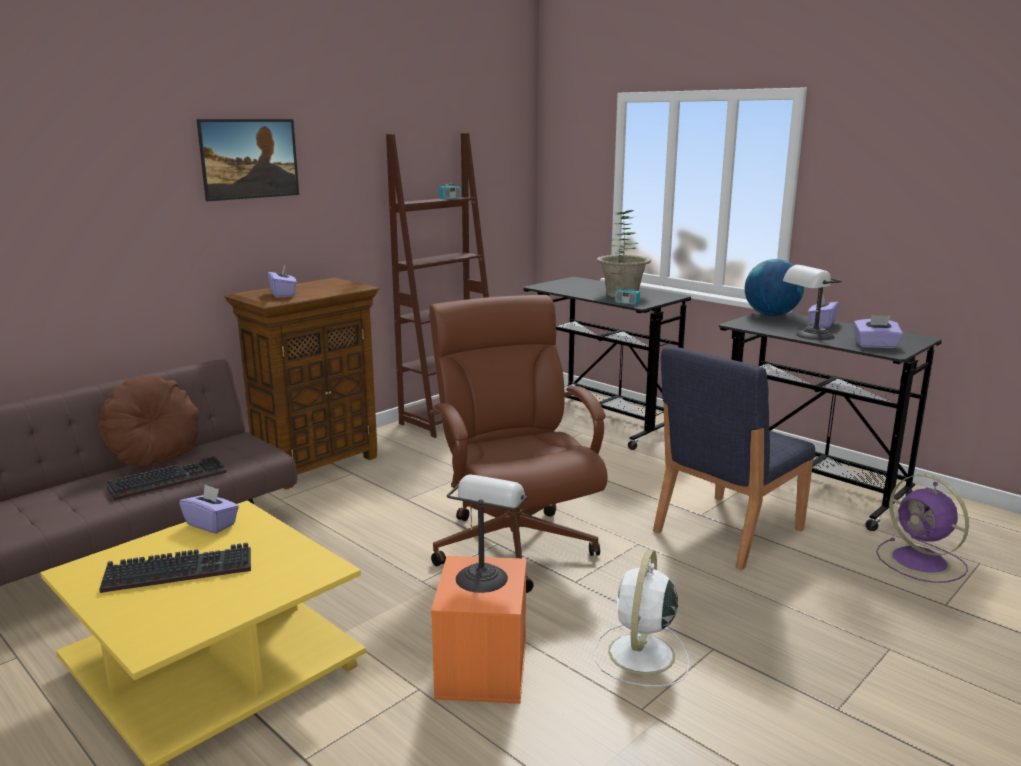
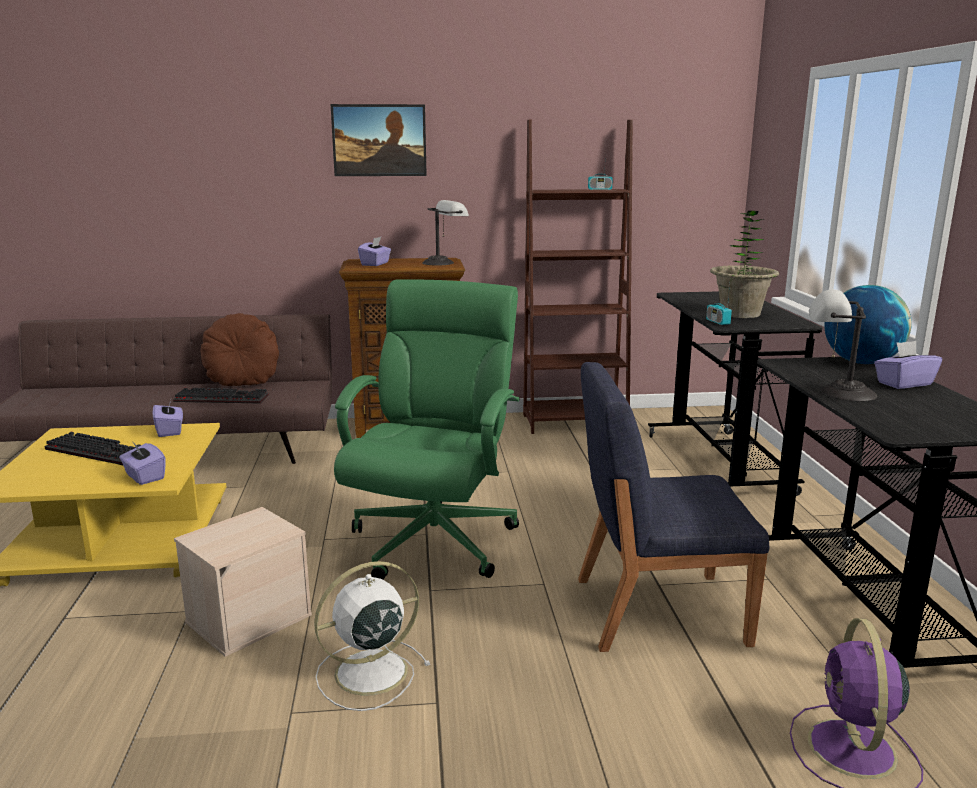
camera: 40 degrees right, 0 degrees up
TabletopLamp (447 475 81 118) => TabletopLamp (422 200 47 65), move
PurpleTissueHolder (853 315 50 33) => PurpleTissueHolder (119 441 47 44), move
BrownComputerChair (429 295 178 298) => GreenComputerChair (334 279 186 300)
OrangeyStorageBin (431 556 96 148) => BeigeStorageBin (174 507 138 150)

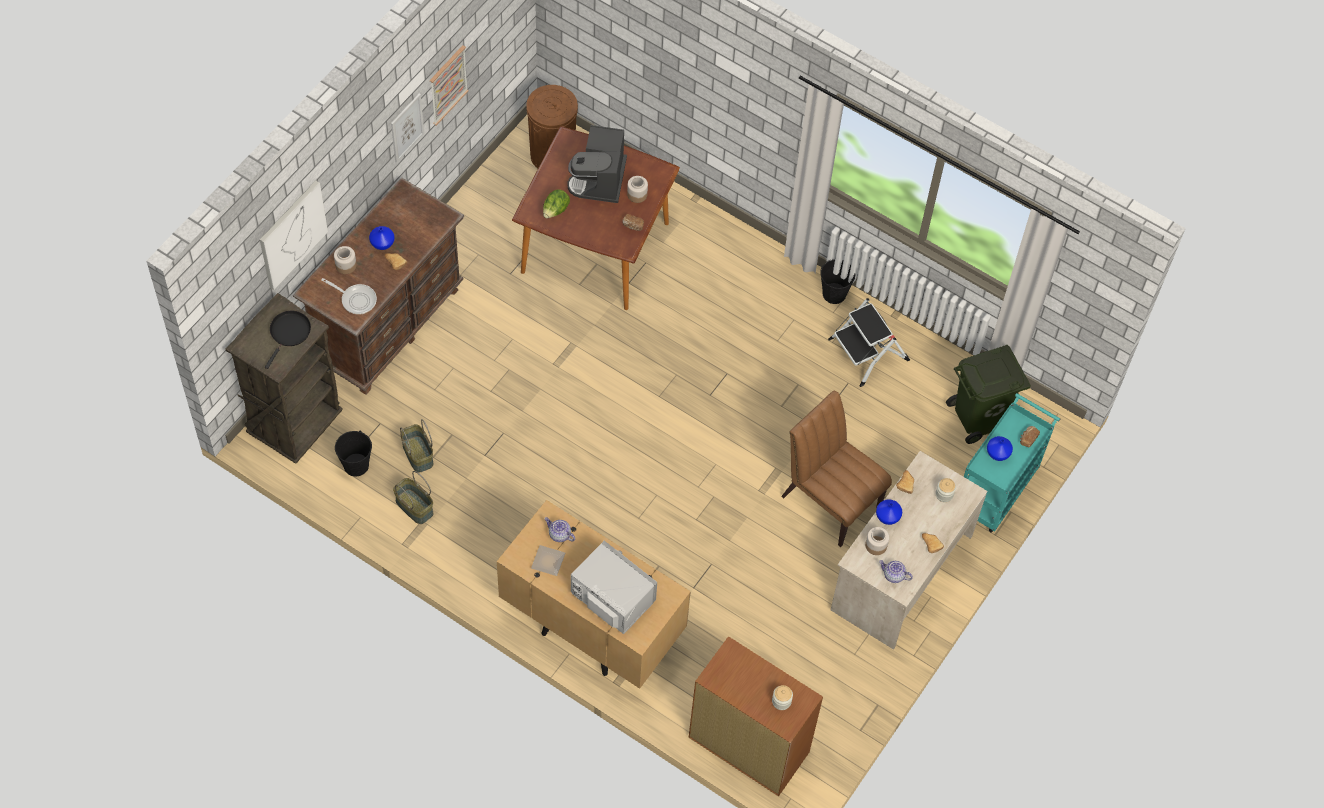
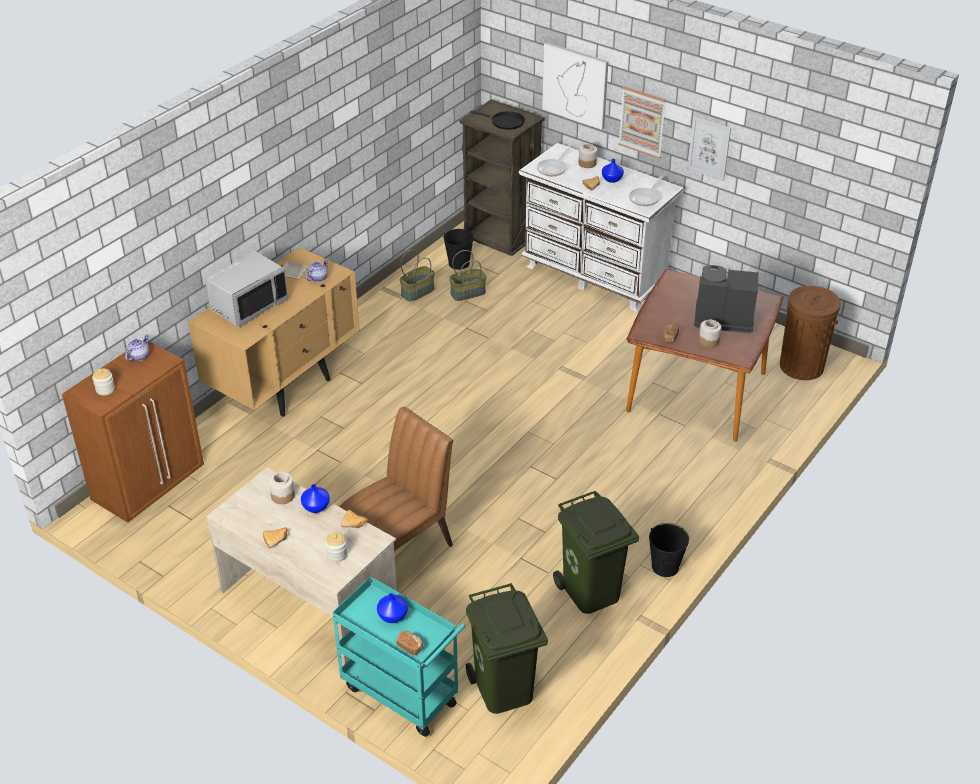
camera: 95 degrees right, 20 degrees down
LettuceHead (543 189 27 29) => nothing
nothing => FryingPan (629 176 34 30)
Picture (430 45 38 81) => Picture (618 86 48 73), move
PotForTea (879 560 34 23) => PotForTea (125 334 24 27), move
Stepladder (828 298 82 89) => GreenRubbishBin (553 491 86 123)
BrownChestOfDrawers (293 177 171 218) => WhiteColouredChestOfDrawers (519 143 166 170)

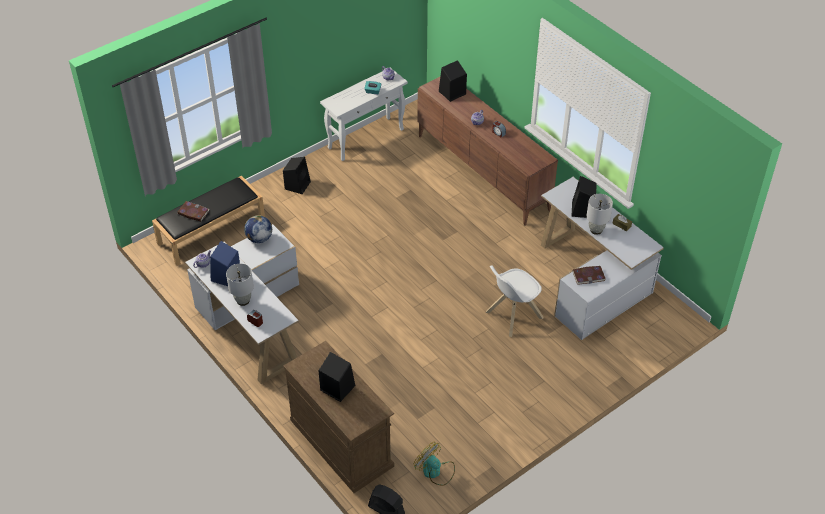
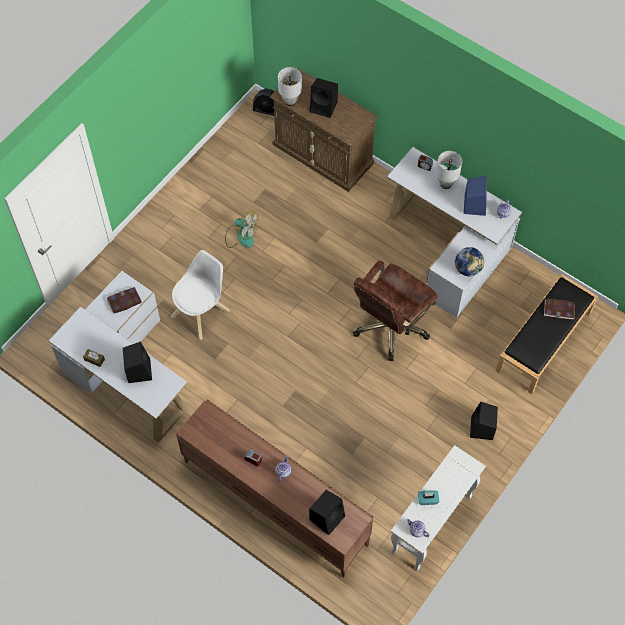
camera: 165 degrees right, 15 degrees up
nothing => BrownComputerChair (353 261 85 100)
CoolingFan (414 442 41 44) => CoolingFan (225 210 34 38), move
WhiteColouredTabletopLamp (587 194 26 41) => WhiteColouredTabletopLamp (278 67 24 39), move

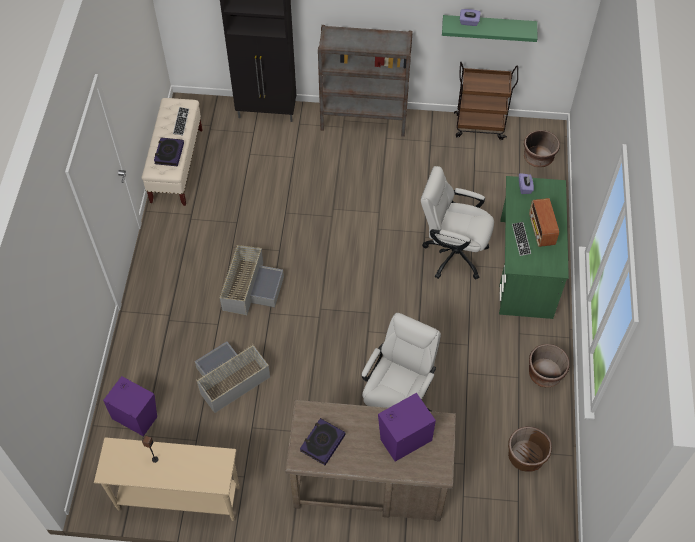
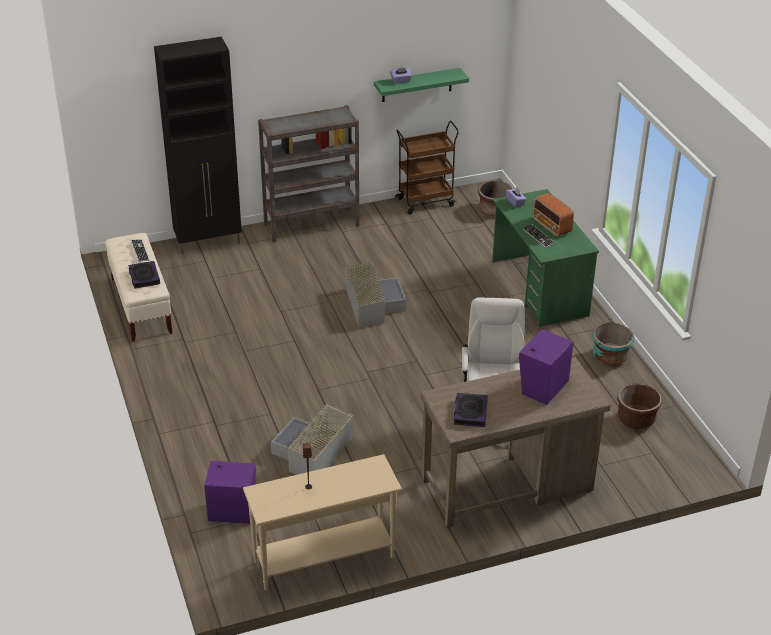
camera: 25 degrees left, 20 degrees down
WhiteColouredComputerChair (421 166 73 114) => nothing
GreyishStorageBin (219 245 65 70) => GreyishStorageBin (345 262 61 65), move
BrownPlanter (529 344 41 44) => TurquoisePlanter (592 323 42 42)

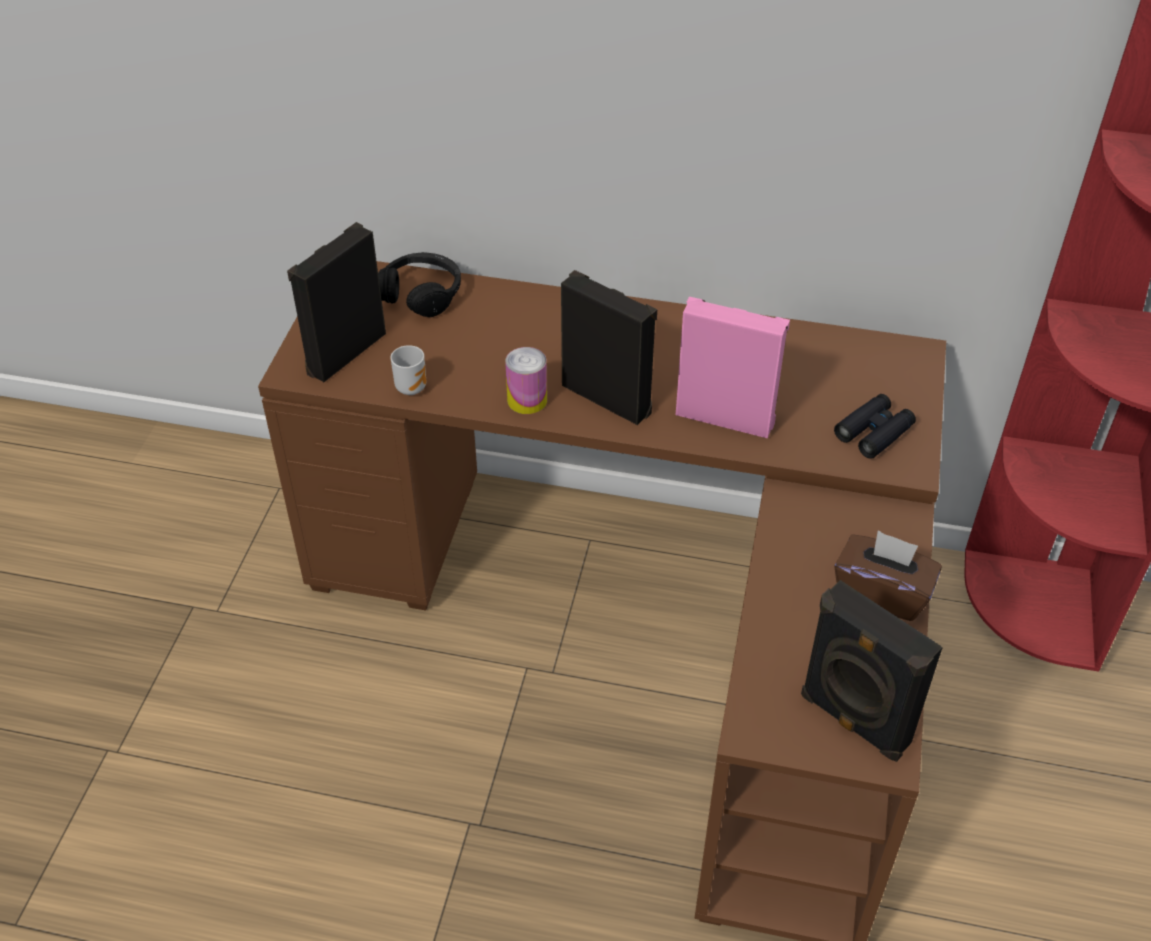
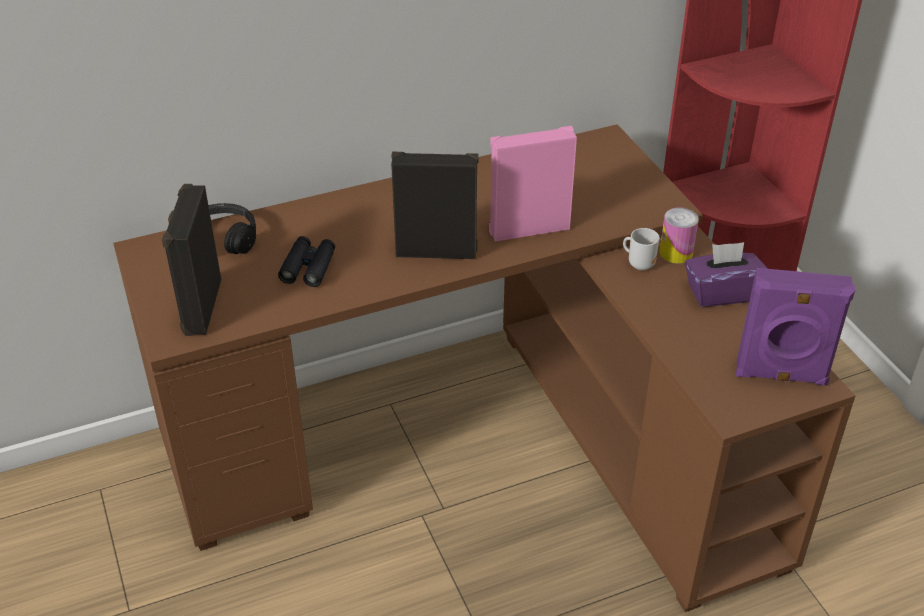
camera: 35 degrees left, 5 degrees down
TeaMug (390 345 36 50) => TeaMug (623 228 37 43), move
MetalCan (505 347 42 67) => MetalCan (659 208 40 56), move
BlackPairOfBinoculars (834 394 82 65) => BlackPairOfBinoculars (278 236 57 51), move
BlackSpeaker (801 580 142 182) => PurpleSpeaker (736 268 119 118)
BrownTissueHolder (834 530 108 91) => PurpleTissueHolder (685 242 83 65)

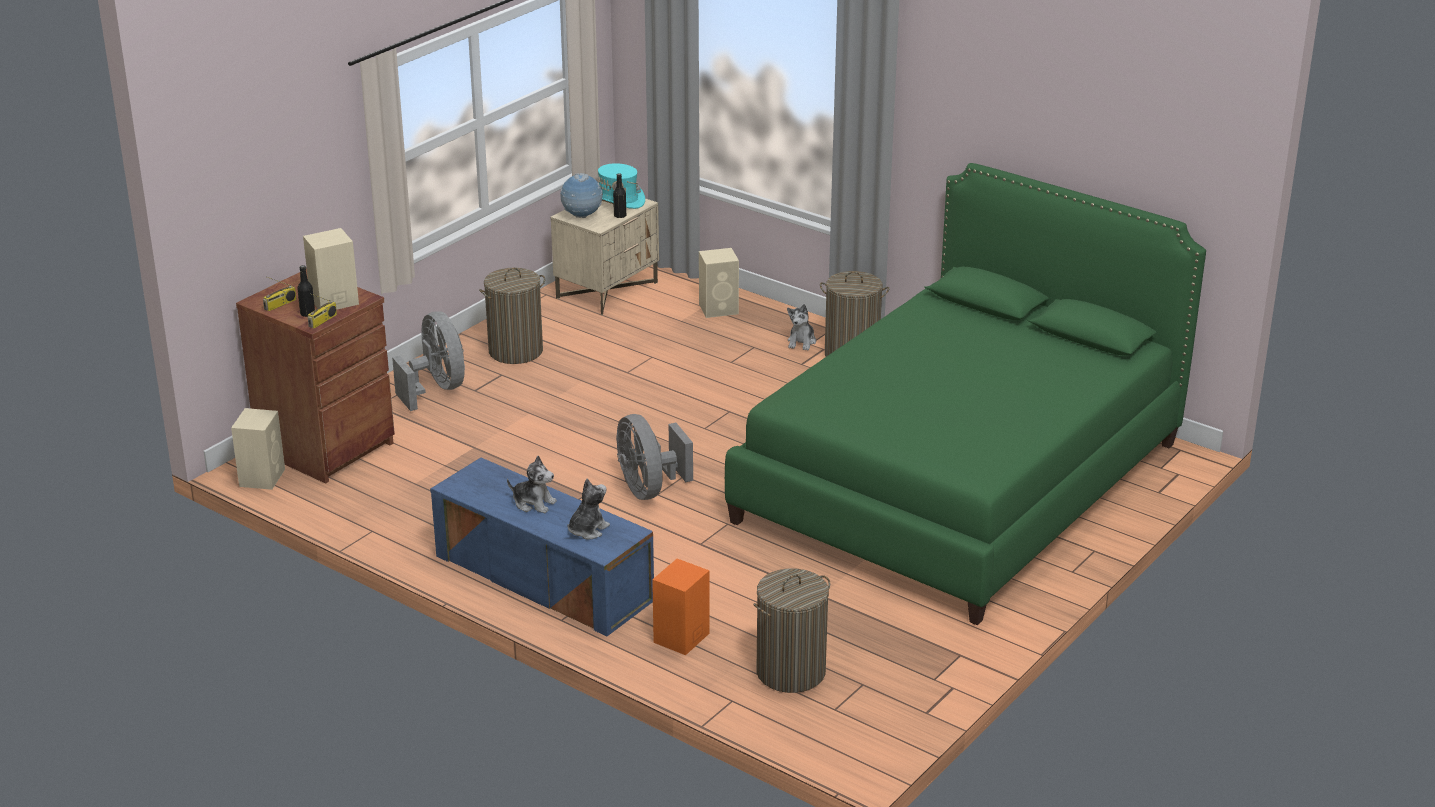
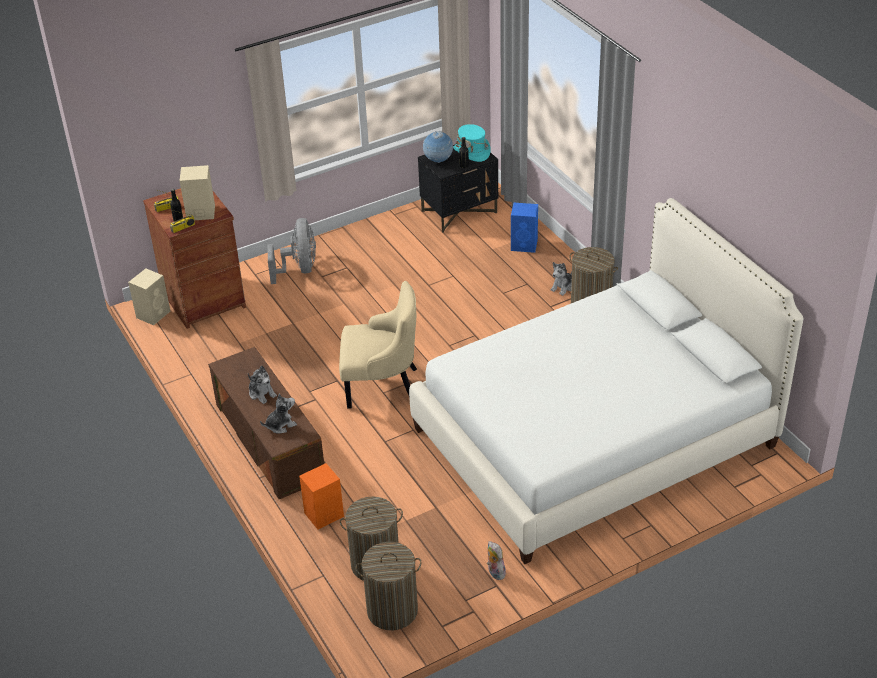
camera: 25 degrees right, 10 degrees up
nothing => CuddlyToy (487 541 19 39)
Hamper (479 268 66 96) => Hamper (355 542 66 88), move
GreyishCoolingFan (616 414 77 86) => BeigePlainChair (339 281 78 127)
BlueBench (430 458 224 178) => BrownBench (208 347 116 152)
BeigeBedsideTable (551 198 108 117) => BlackBedsideTable (418 144 80 88)
BeigeSpeaker (699 248 40 70) => BlueSpeaker (511 203 27 50)
GreenBedroomBed (725 163 481 462) => WhiteColouredBedroomBed (409 198 394 366)

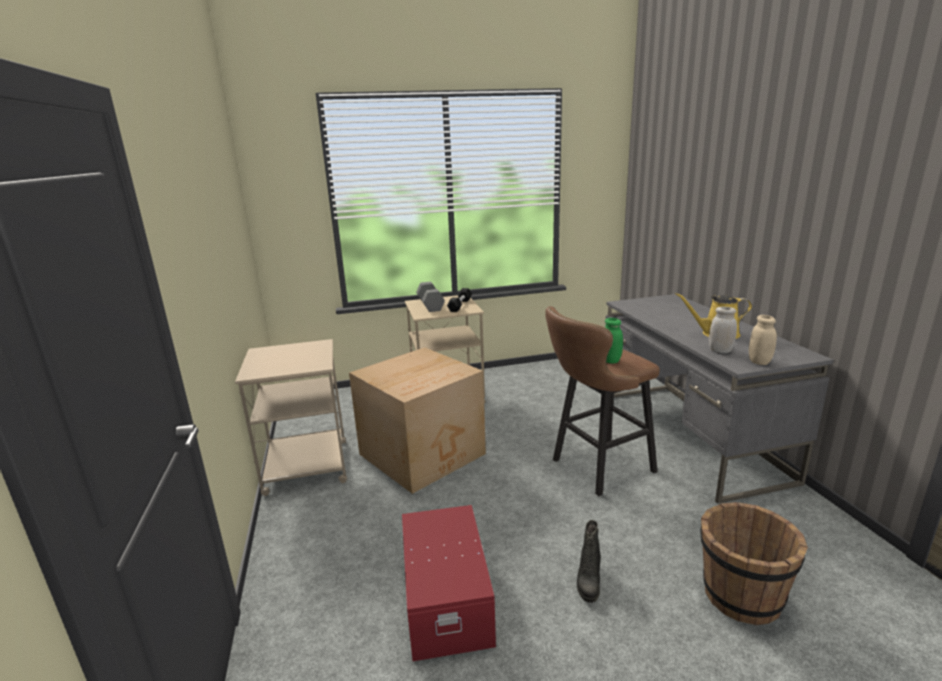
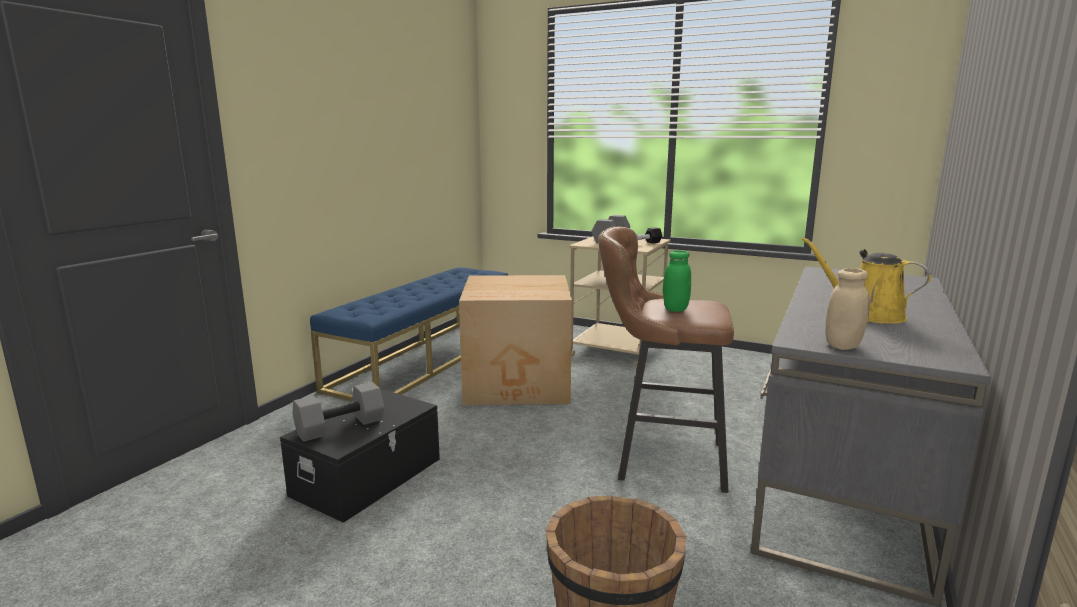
camera: 40 degrees right, 5 degrees down
BlackTallBoot (577 520 24 83) => nothing
WhiteColouredPreserveJar (709 307 28 46) => nothing
nothing => GreyishFreeWeight (293 382 91 60)
BeigeWheeledCart (235 339 112 157) => BlueBench (310 267 198 134)
RedStorageBin (402 505 94 156) => BlackStorageBin (280 389 160 134)

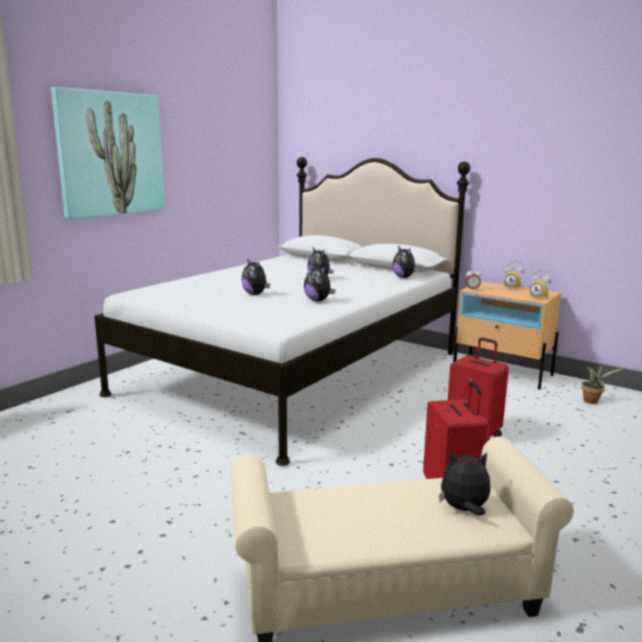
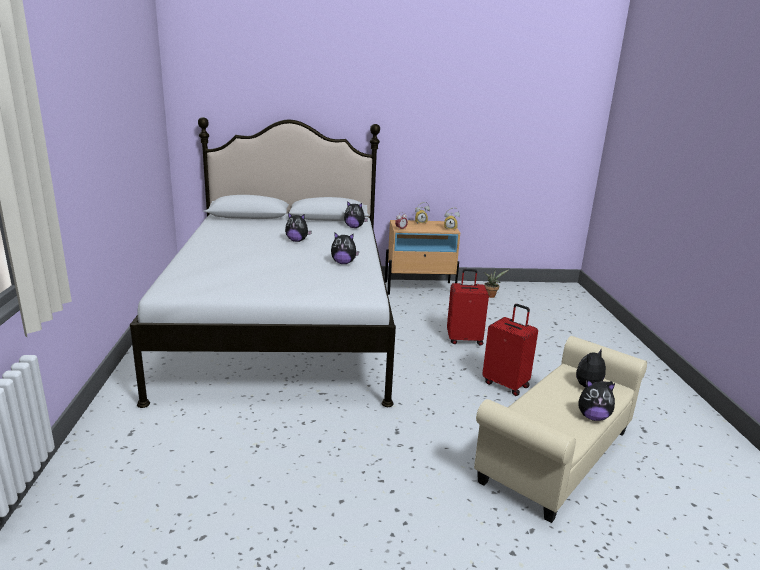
camera: 40 degrees left, 5 degrees up
Picture (51 87 114 132) => nothing
CuddlyToy (242 258 28 37) => CuddlyToy (578 380 37 41), move

